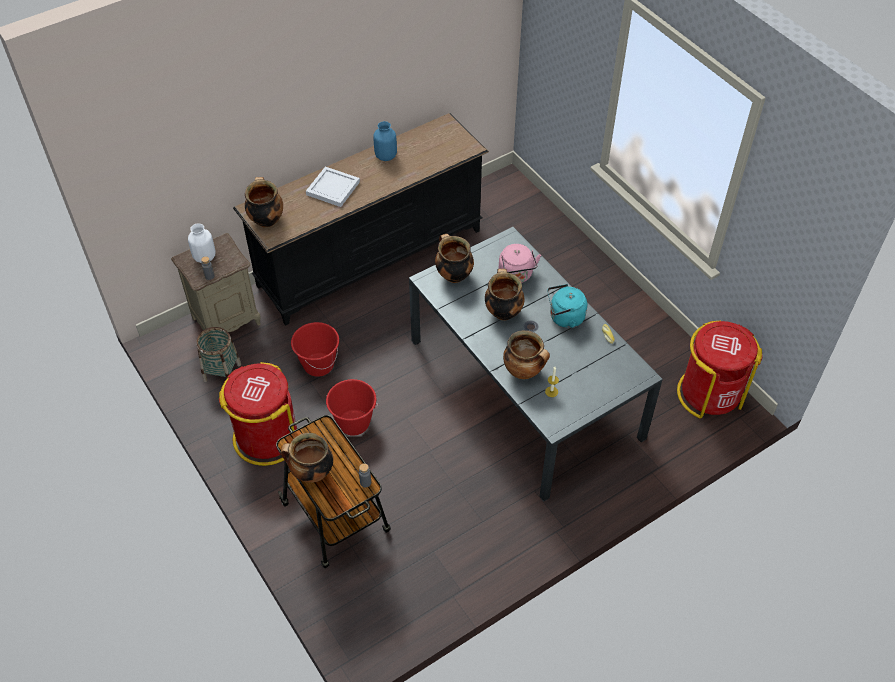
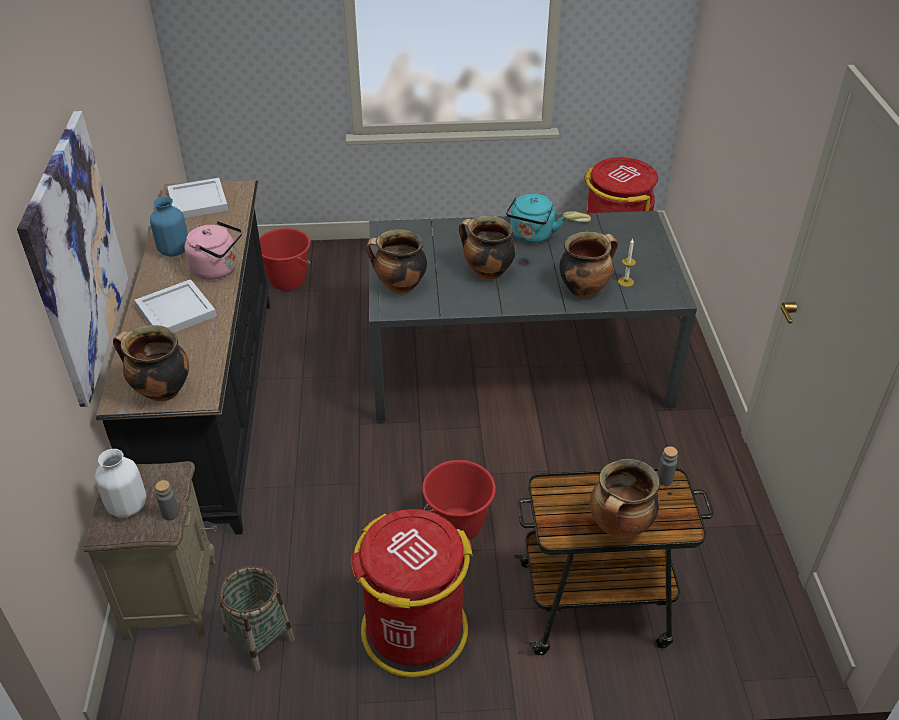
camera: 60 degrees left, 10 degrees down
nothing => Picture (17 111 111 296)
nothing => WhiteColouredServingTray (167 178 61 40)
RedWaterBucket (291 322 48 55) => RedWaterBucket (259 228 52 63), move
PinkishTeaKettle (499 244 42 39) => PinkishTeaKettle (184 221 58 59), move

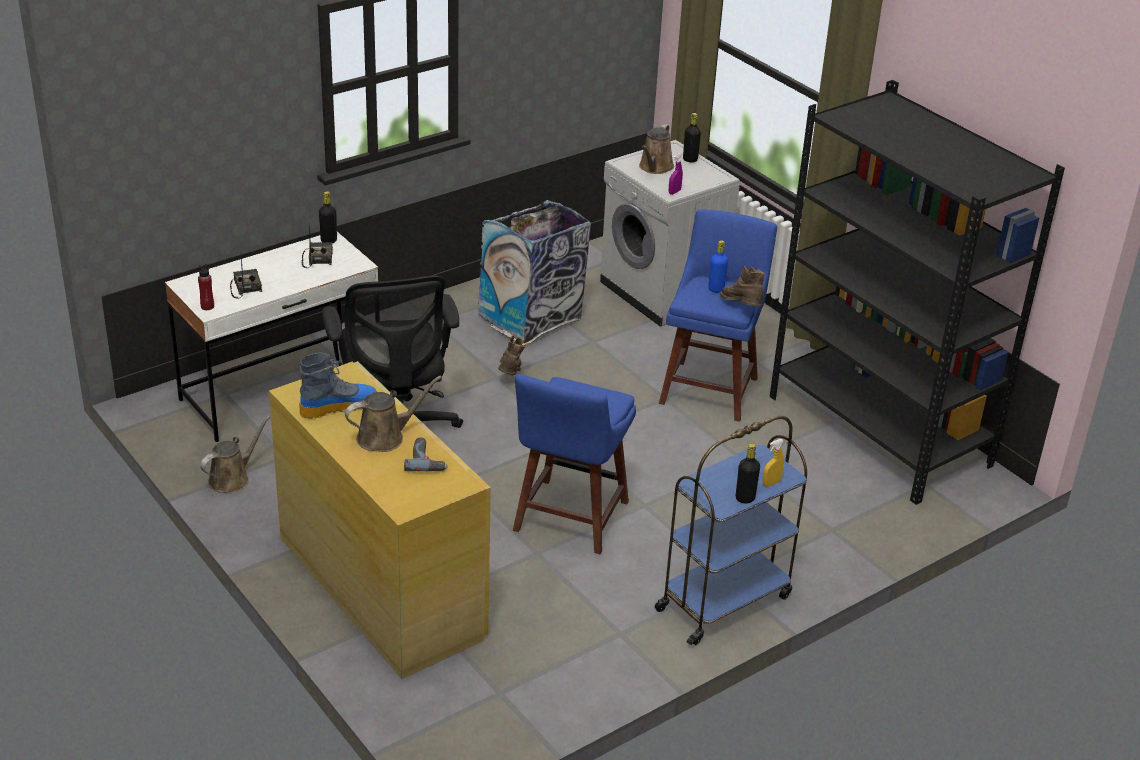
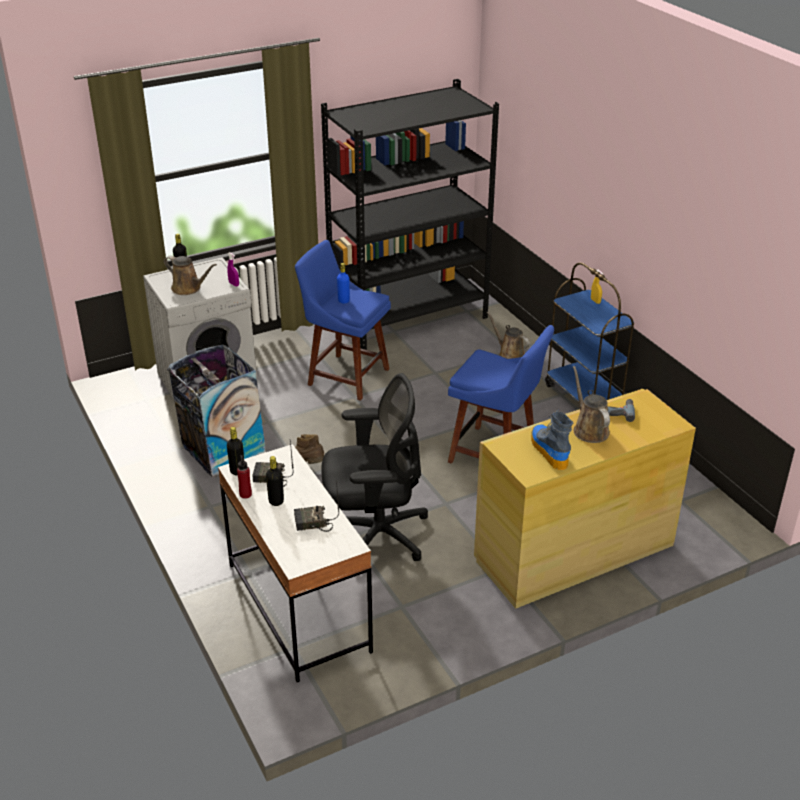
camera: 80 degrees left, 0 degrees up
BrownTallBoot (720 266 45 41) => nothing
RedBeverageBottle (198 264 16 46) => RedBeverageBottle (237 455 15 44), move
BrownSprinklingCan (200 416 70 77) => BrownSprinklingCan (487 312 43 47), move
BlackBeverageBottle (736 443 24 61) => BlackBeverageBottle (266 456 18 50), move

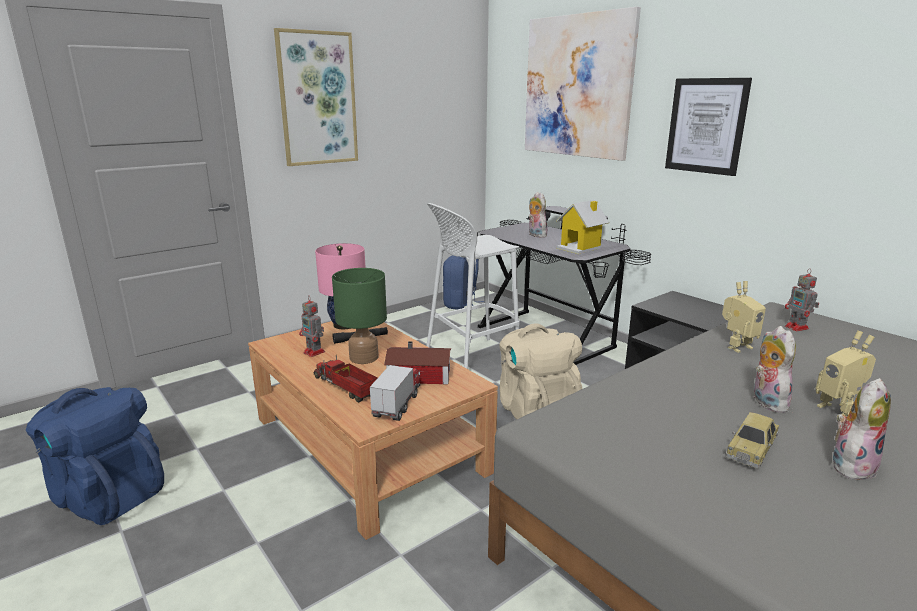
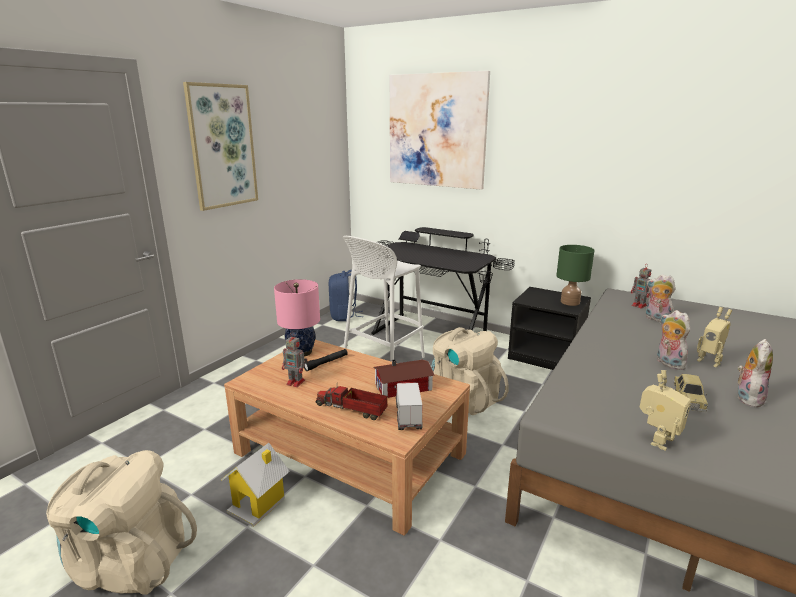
camera: 20 degrees left, 0 degrees up
Picture (665 78 87 98) => nothing
GreenTabletopLamp (332 268 55 96) => GreenTabletopLamp (556 245 39 61), move
CuddlyToy (529 192 18 46) => CuddlyToy (646 274 30 48), move
MiniatureHouse (556 200 53 54) => MiniatureHouse (221 443 69 84), move
RobotFigure (722 281 44 72) => RobotFigure (640 370 51 81), move
BlueBackpack (26 387 138 138) => BeigeBackpack (46 450 151 145)

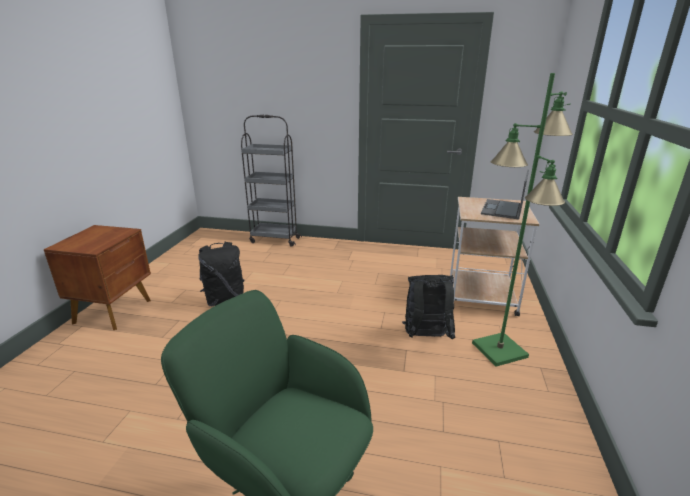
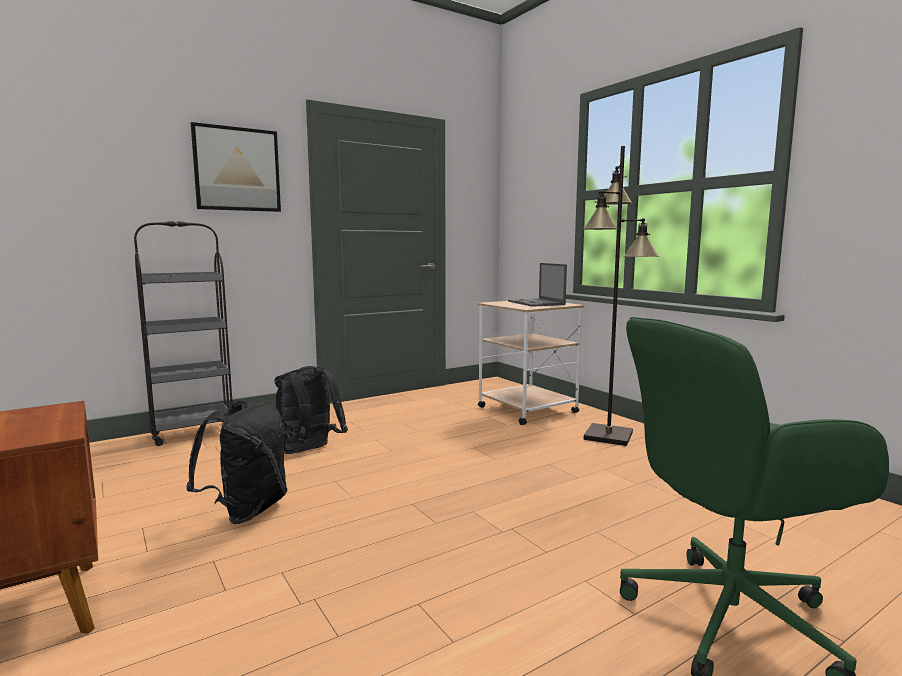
camera: 45 degrees left, 15 degrees down
nothing => Picture (191 122 90 90)
BlackBackpack (402 275 53 64) => BlackBackpack (275 366 73 88), move
GreenStandingLamp (472 73 101 294) => BlackStandingLamp (583 146 76 300)

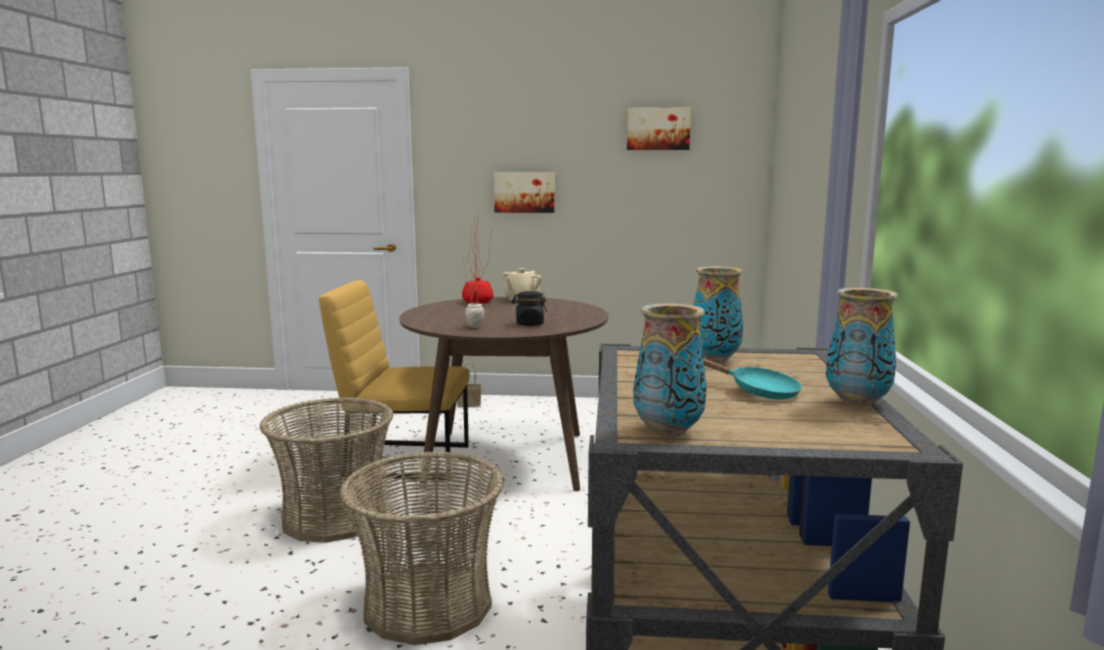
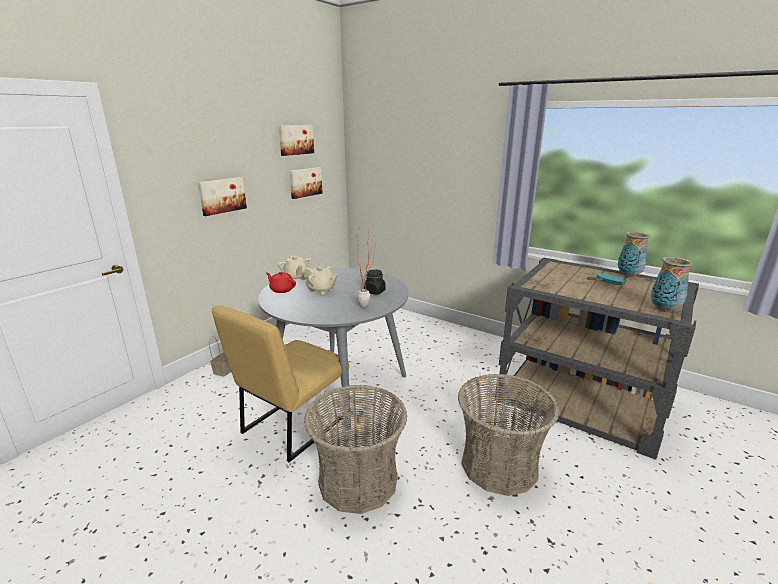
camera: 60 degrees left, 10 degrees up
DecorativeVase (693 266 51 97) => nothing
nothing => Picture (289 167 34 32)
nothing => BeigePotForTea (304 266 34 28)
BrownDiningTable (399 297 210 194) => GreyishDiningTable (258 268 151 161)

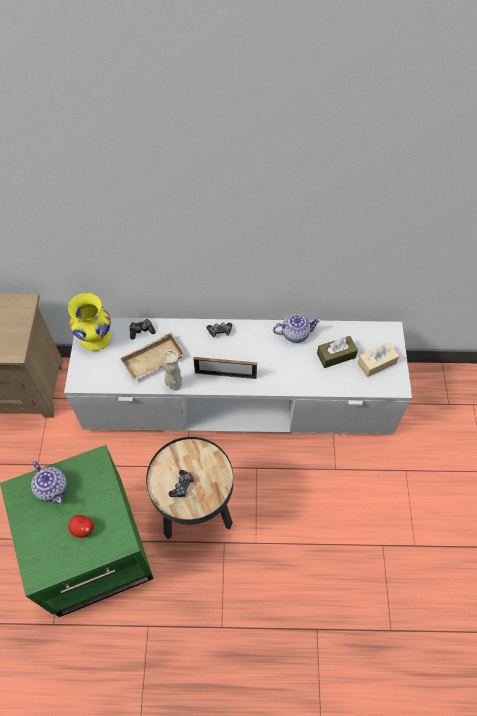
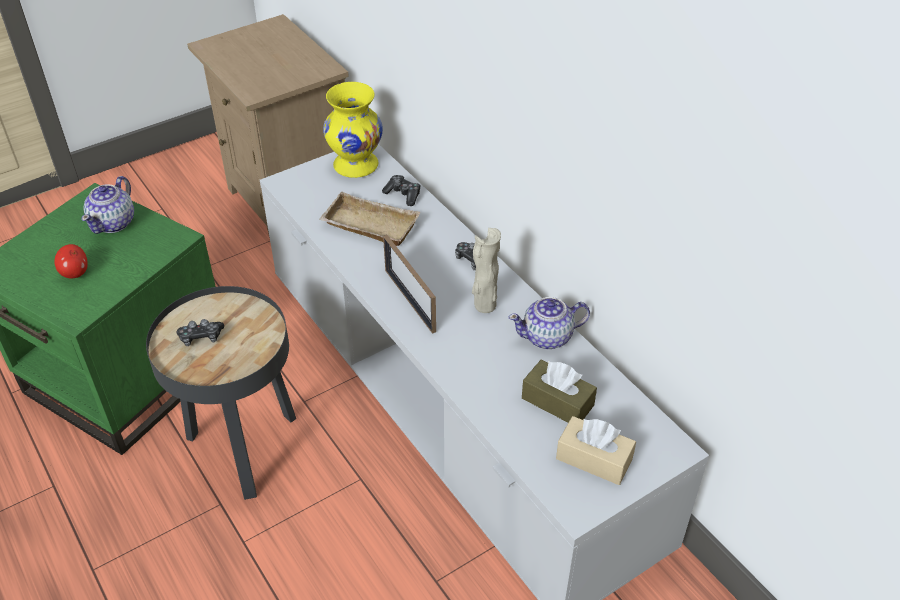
camera: 55 degrees right, 15 degrees down
BeigeDecorativeVase (163 349 19 42) => BeigeDecorativeVase (472 228 29 85), move
PotForTea (273 314 48 29) => PotForTea (508 297 82 52), 120 degrees clockwise

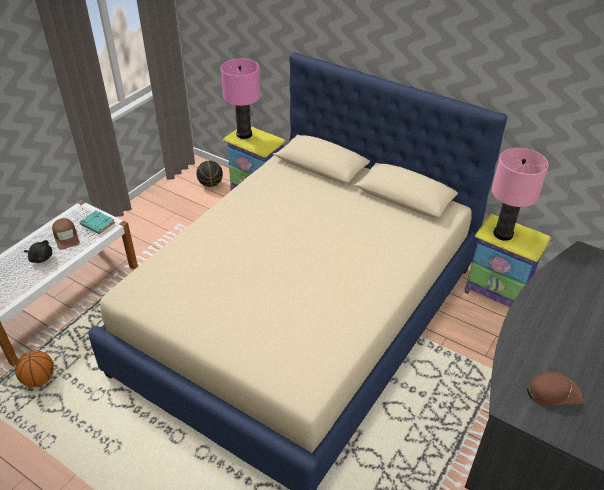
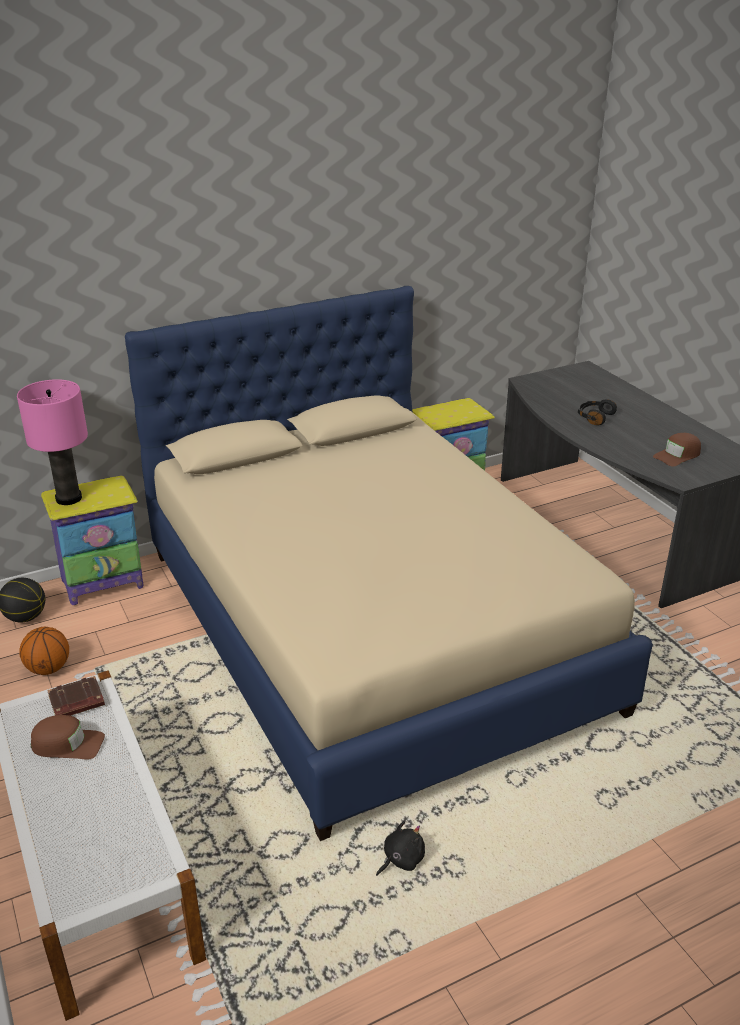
camera: 60 degrees left, 10 degrees down
PinkishTabletopLamp (492 148 57 93) => nothing
nothing => BlackPairOfHeadphones (578 399 39 26)
Basketball (15 350 39 37) => Basketball (19 627 50 48), move
BlackCuddlyToy (24 240 28 23) => BlackCuddlyToy (376 820 49 56), move
TurquoiseVolume (80 211 35 23) => BrownVolume (47 676 58 40)
BrownPeakedCap (527 372 56 34) => BrownPeakedCap (653 433 48 34), 150 degrees counterclockwise

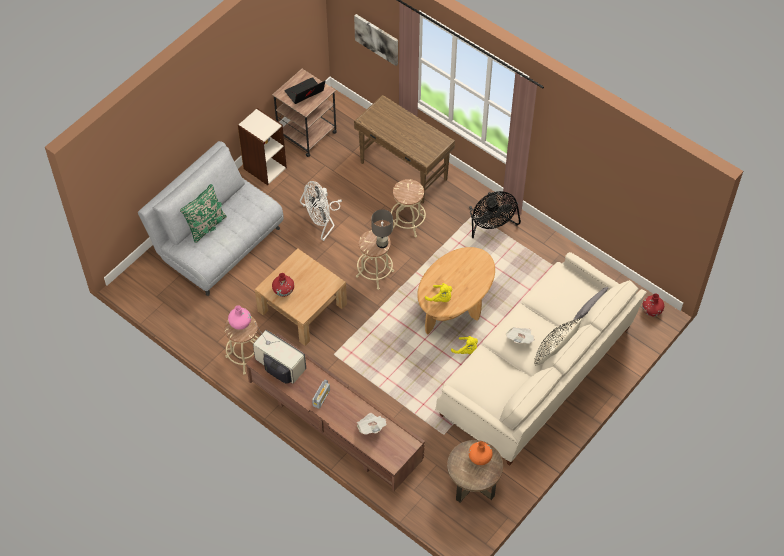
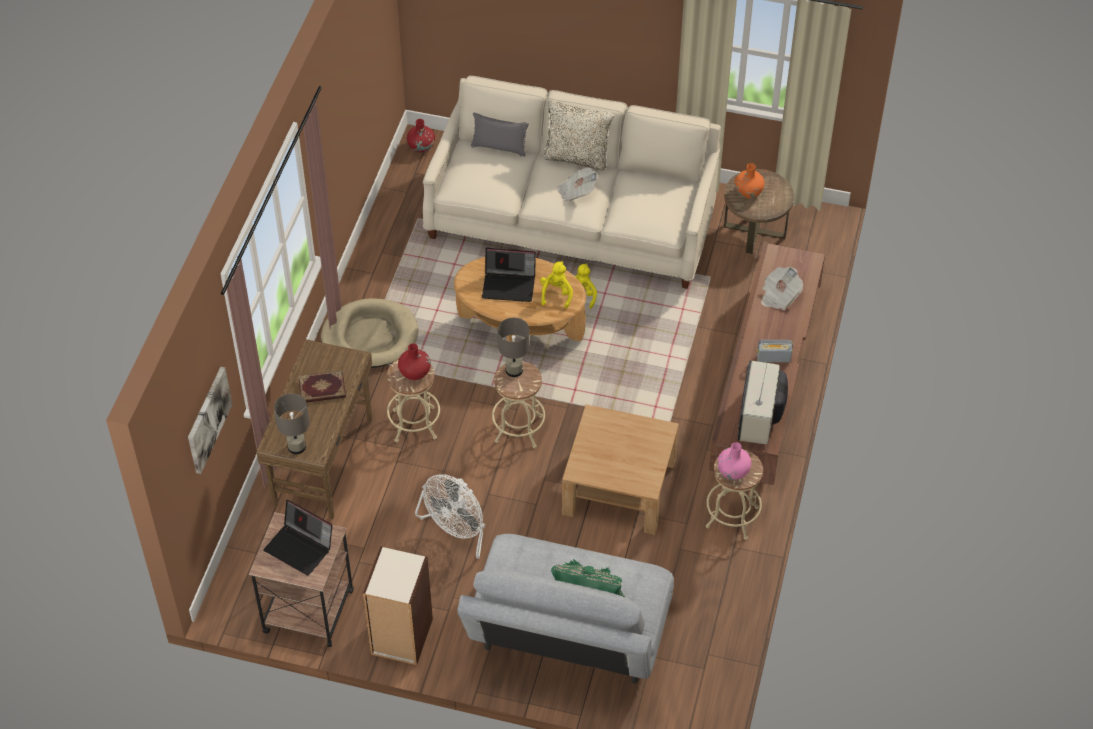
camera: 115 degrees left, 5 degrees down
nothing => GreyishTabletopLamp (274 394 36 60)
nothing => Volume (298 370 48 33)
nothing => Laptop (482 248 54 54)
RedDecorativeVase (272 273 22 24) => RedDecorativeVase (398 343 33 37), move
BlackCoolingFan (469 191 52 47) => BeigeDogBed (321 298 97 70)
WhiteColouredCoolingFan (300 181 42 60) => WhiteColouredCoolingFan (415 474 70 85), 90 degrees clockwise

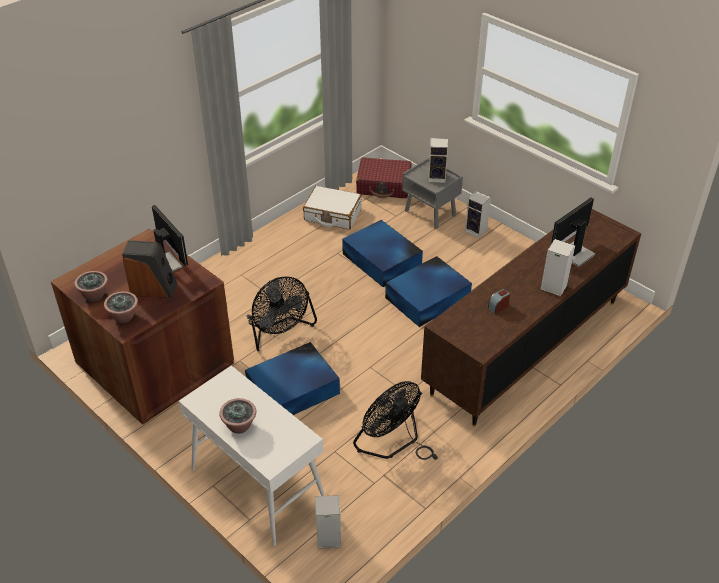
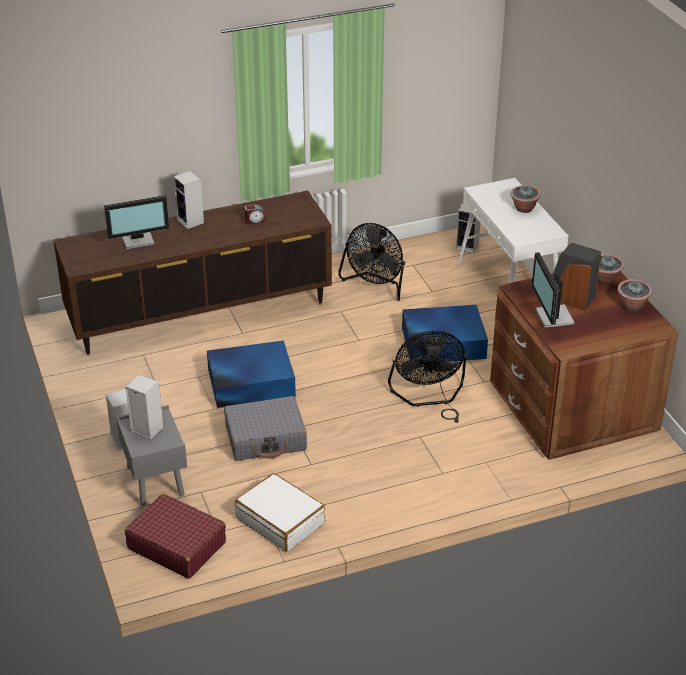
camera: 155 degrees left, 5 degrees down
BlueStorageBin (342 220 81 67) => GreyishSuitcase (224 396 83 65)
BlackCoolingFan (353 381 85 79) => BlackCoolingFan (338 223 67 78), 45 degrees clockwise

